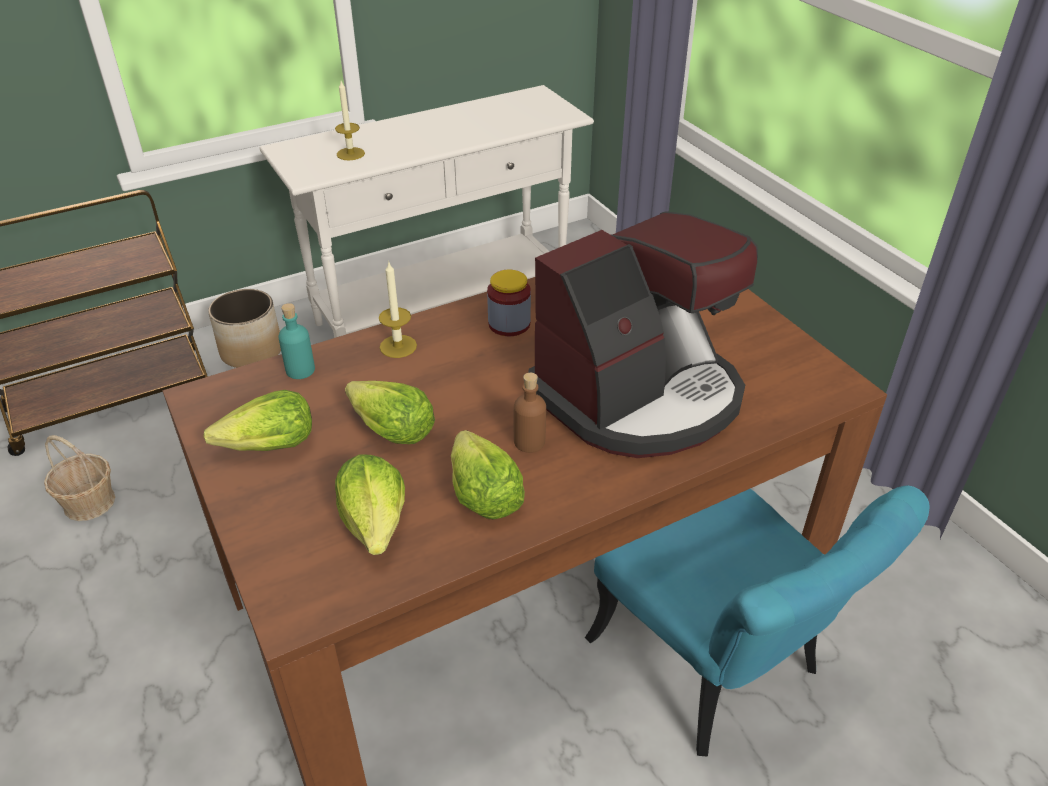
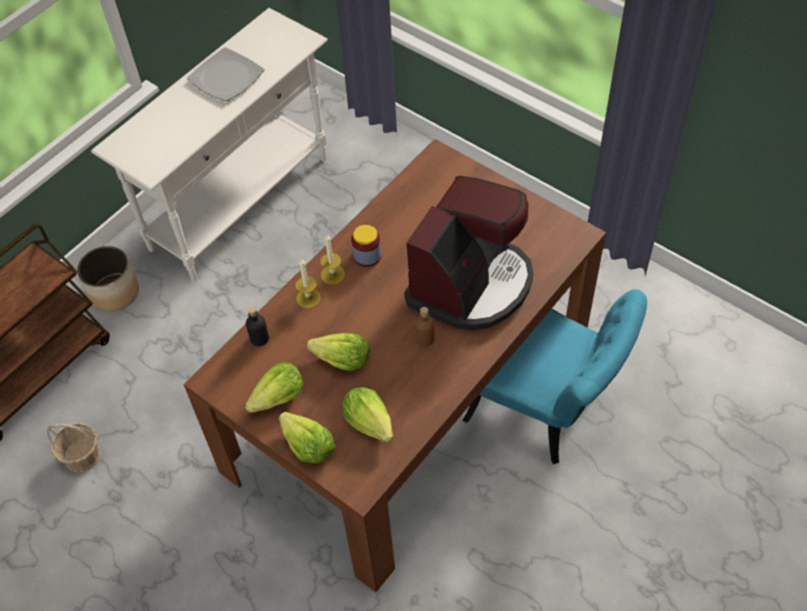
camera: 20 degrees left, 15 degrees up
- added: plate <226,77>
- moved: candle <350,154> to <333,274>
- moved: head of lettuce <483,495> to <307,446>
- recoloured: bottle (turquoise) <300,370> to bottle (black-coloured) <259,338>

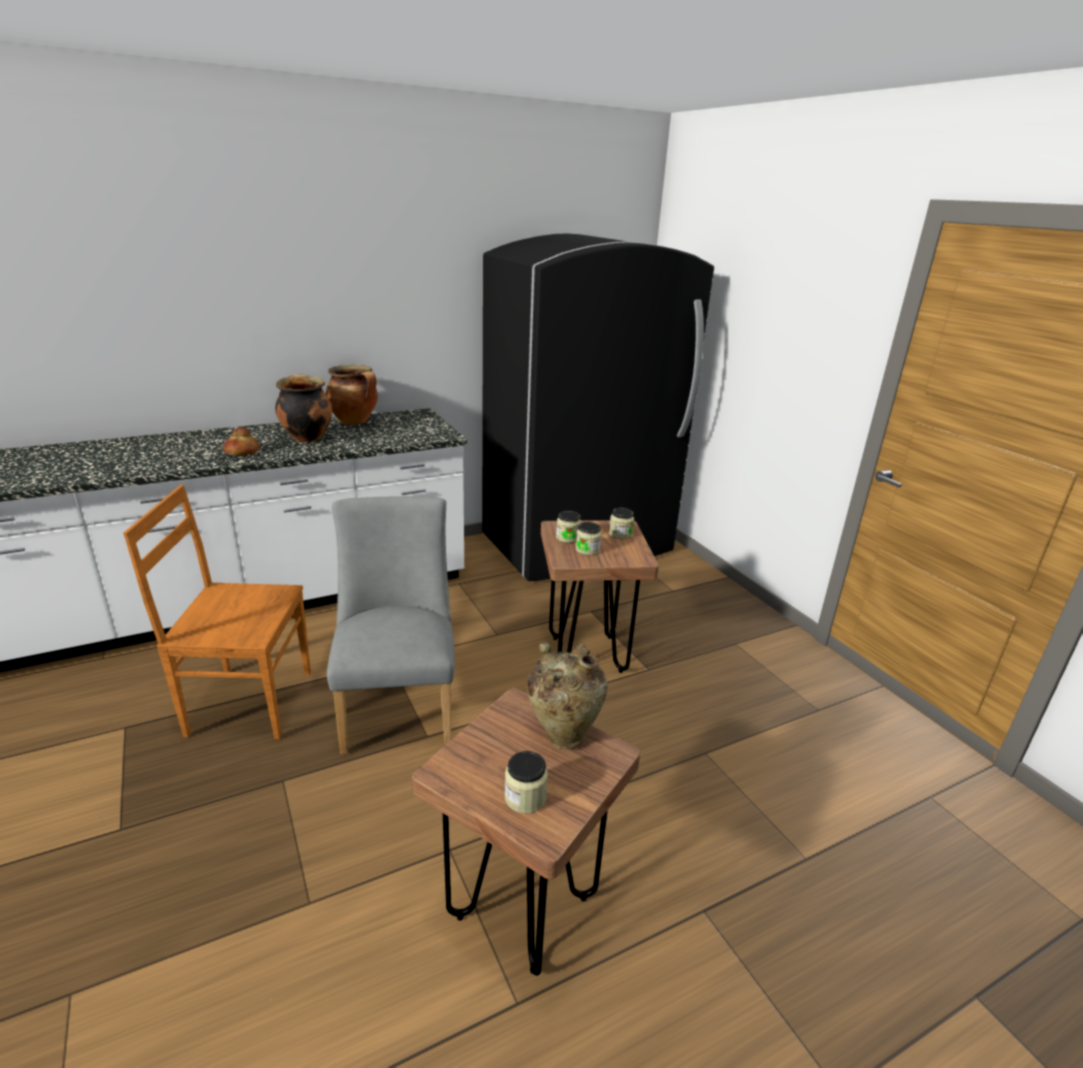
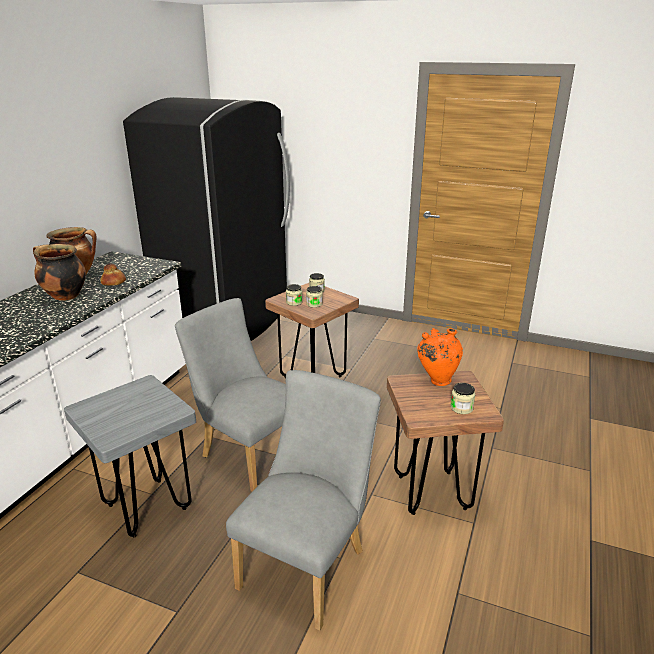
camera: 40 degrees left, 0 degrees up
- added: upright chair (grey) <308,563>
- moved: baked bread <241,452> to <113,282>
- replaced: upright chair (brownish) <247,702> to sitting stool (grey) <147,507>
- recoloured: flower vase (beige-coloured) <563,734> to flower vase (orange-coloured) <437,380>

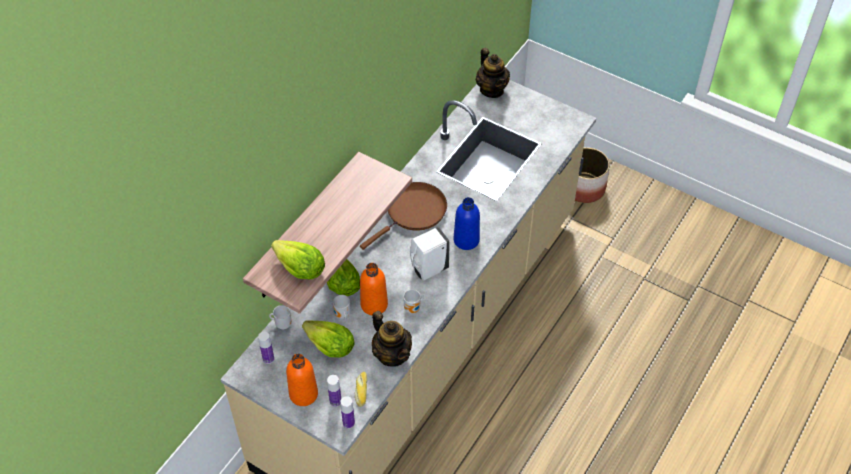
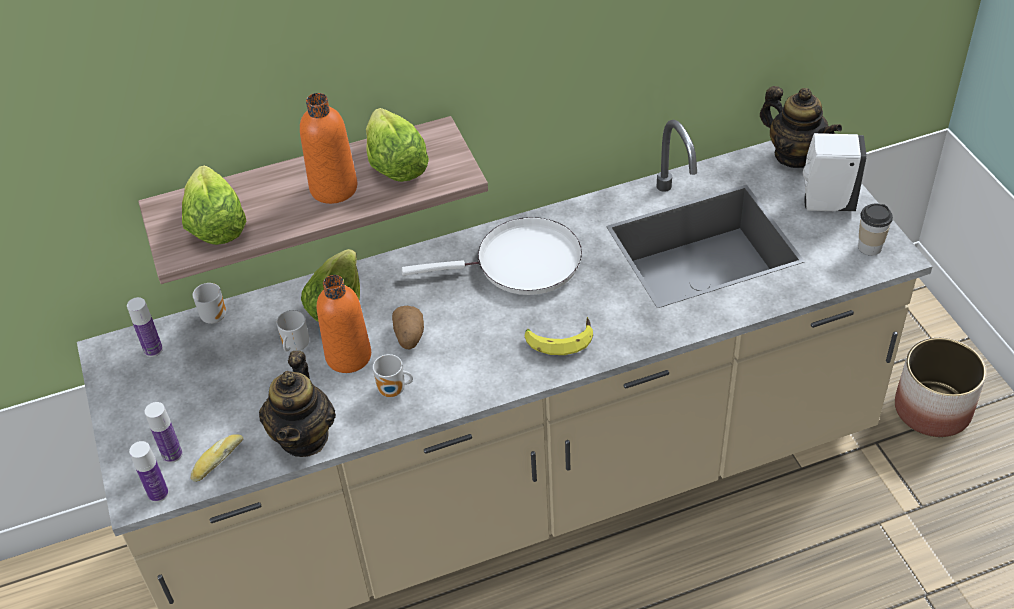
camera: 40 degrees right, 5 degrees down
- added: whole potato <409,337>
- added: drinking cup <869,247>
- moved: bottle (orange-coloured) <303,394> to <333,188>
- moved: head of lettuce <329,346> to <395,164>
- moved: soap dispenser (whitish) <428,270> to <825,203>
- replaced: bottle (blue-coloured) <466,240> to banana <559,338>
- recoloured: skillet (brownish) <413,212> to skillet (whitish) <521,263>
- turned: tea pot <492,90> = <795,155> 60 degrees counterclockwise

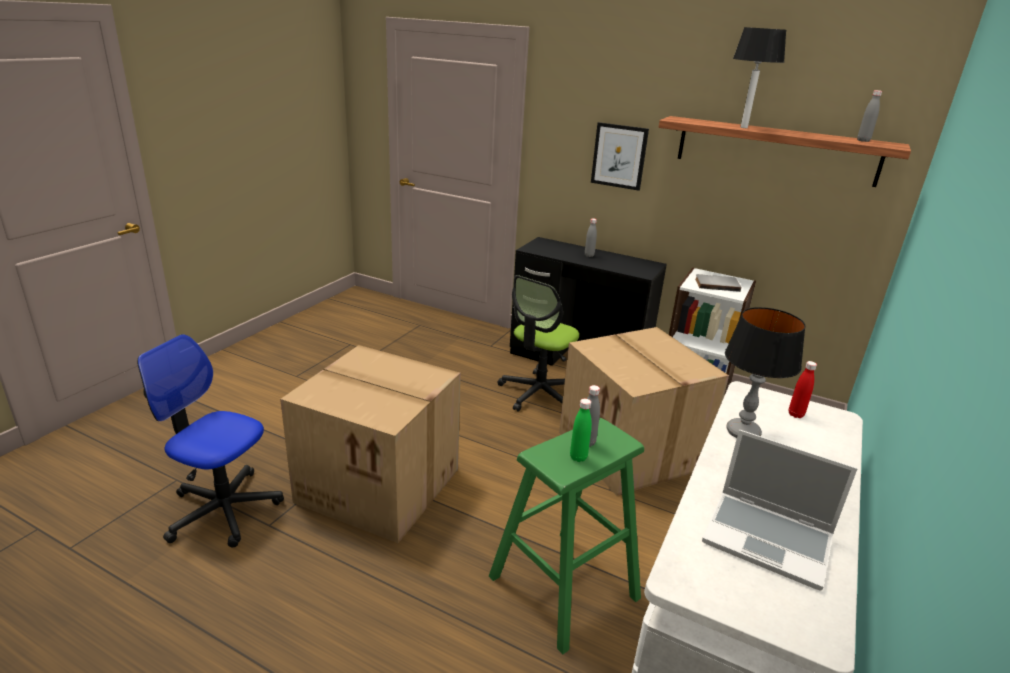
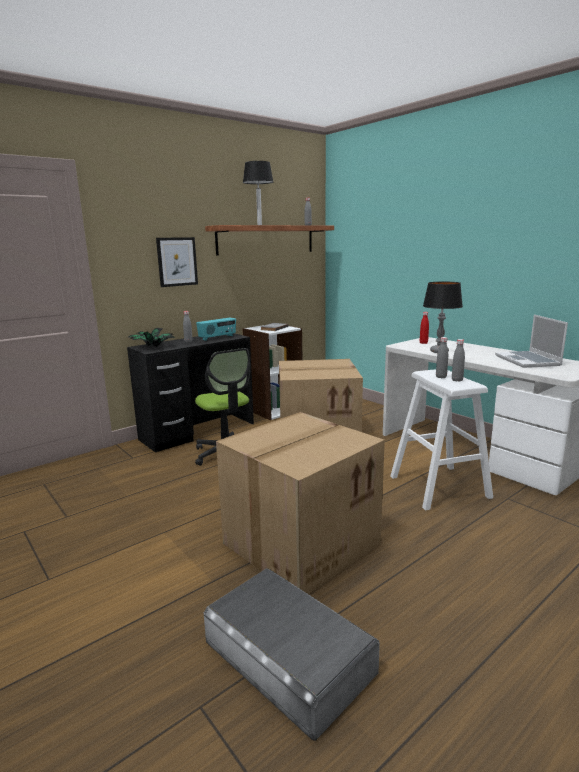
camera: 65 degrees left, 10 degrees down
- added: potted plant <152,347>
- added: radio <217,337>
- replaced: desk chair <223,509> to storage container (grey) <287,656>
- recoloured: sitting stool (green) <564,587> to sitting stool (whitish) <439,486>
- recoloured: bottle (green) <578,457> to bottle (grey) <457,380>
- turned: notebook computer <769,540> = <528,361> 120 degrees clockwise

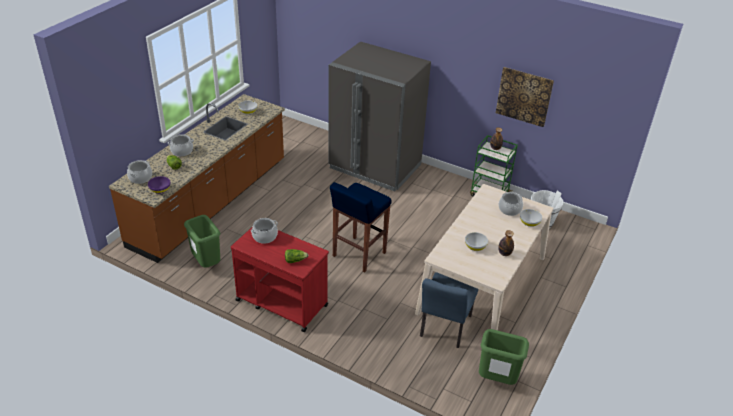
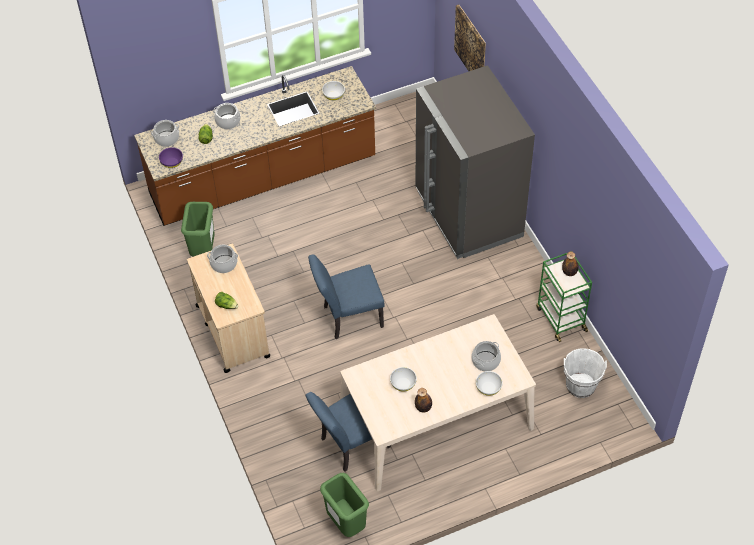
camera: 40 degrees right, 15 degrees up
- moved: picture <524,96> to <471,45>
- replaced: sitting stool (blue-coloured) <358,255> to upright chair (blue-coloured) <348,317>
- recoloured: cart (red) <281,302> to cart (beige-coloured) <232,330>

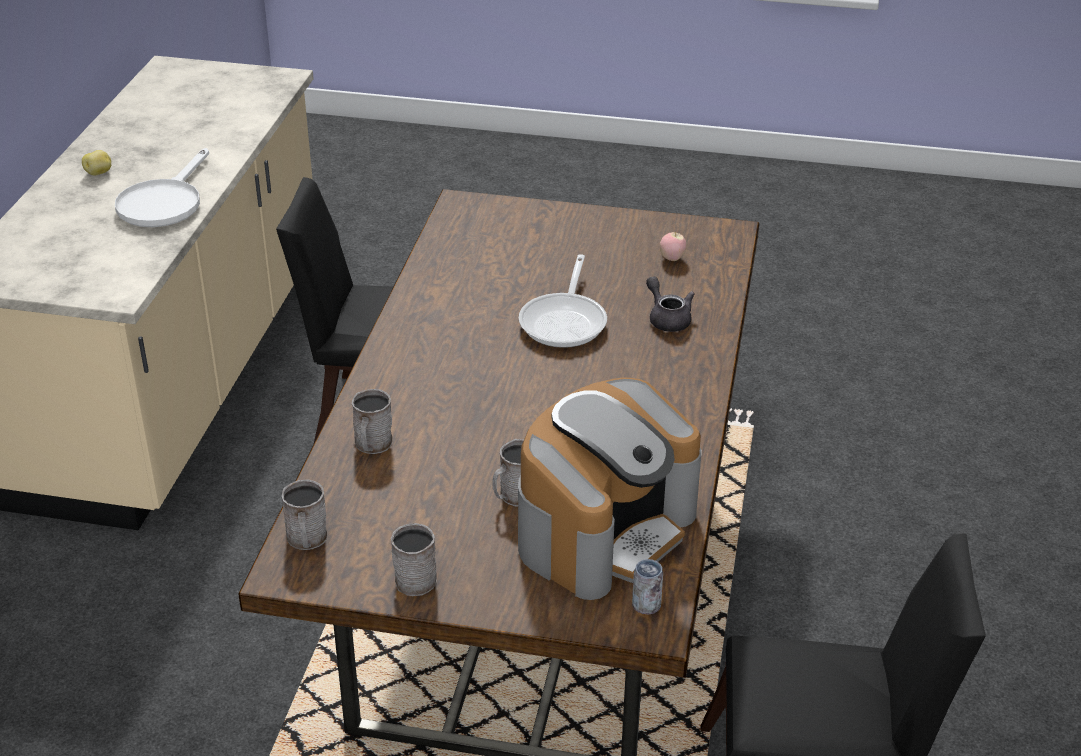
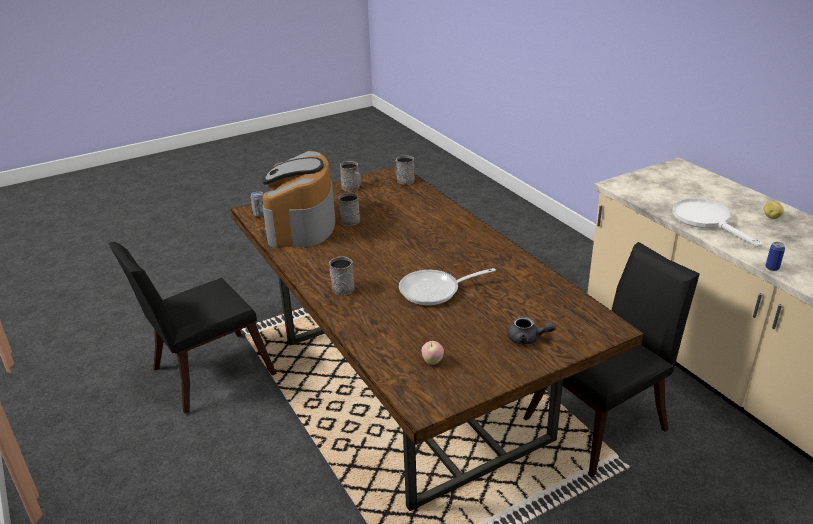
camera: 140 degrees right, 5 degrees down
- added: sealed can <772,268>
- moved: coffee mug (grey) <372,445> to <341,287>
- moved: tea pot (grey) <667,318> to <527,339>
- turned: skillet <565,321> = <435,291> 75 degrees counterclockwise

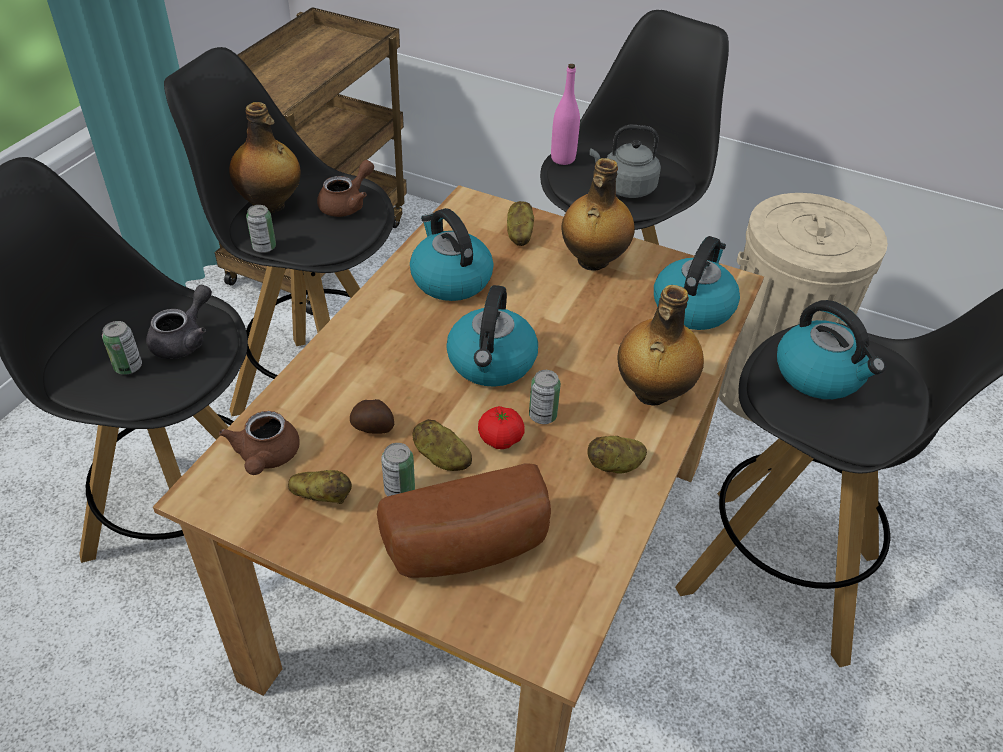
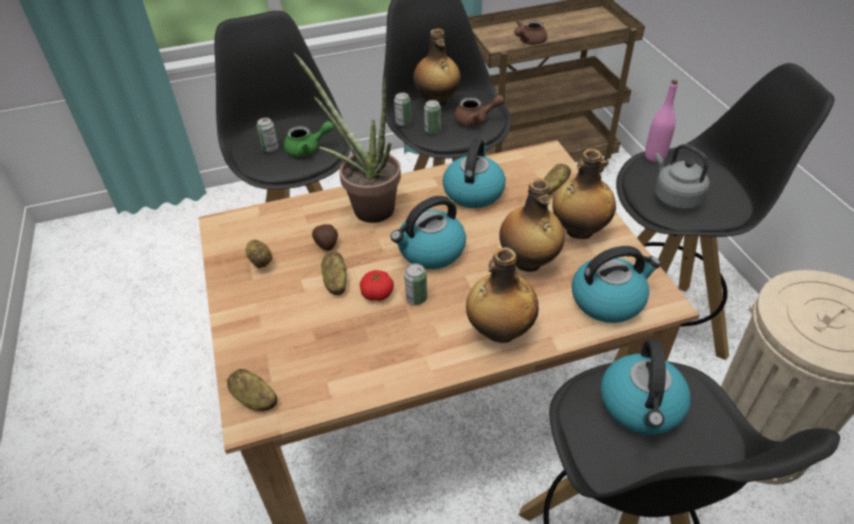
camera: 50 degrees right, 0 degrees up
- removed: baked bread <470,549>
- added: potted plant <366,206>
- added: bottle <528,262>
- moved: tea pot (brownish) <266,457> to <529,41>
- moved: sealed can <399,490> to <433,130>
- moved: whole potato <615,466> to <254,399>
- recoloured: tea pot (grey) <184,339> to tea pot (green) <307,149>

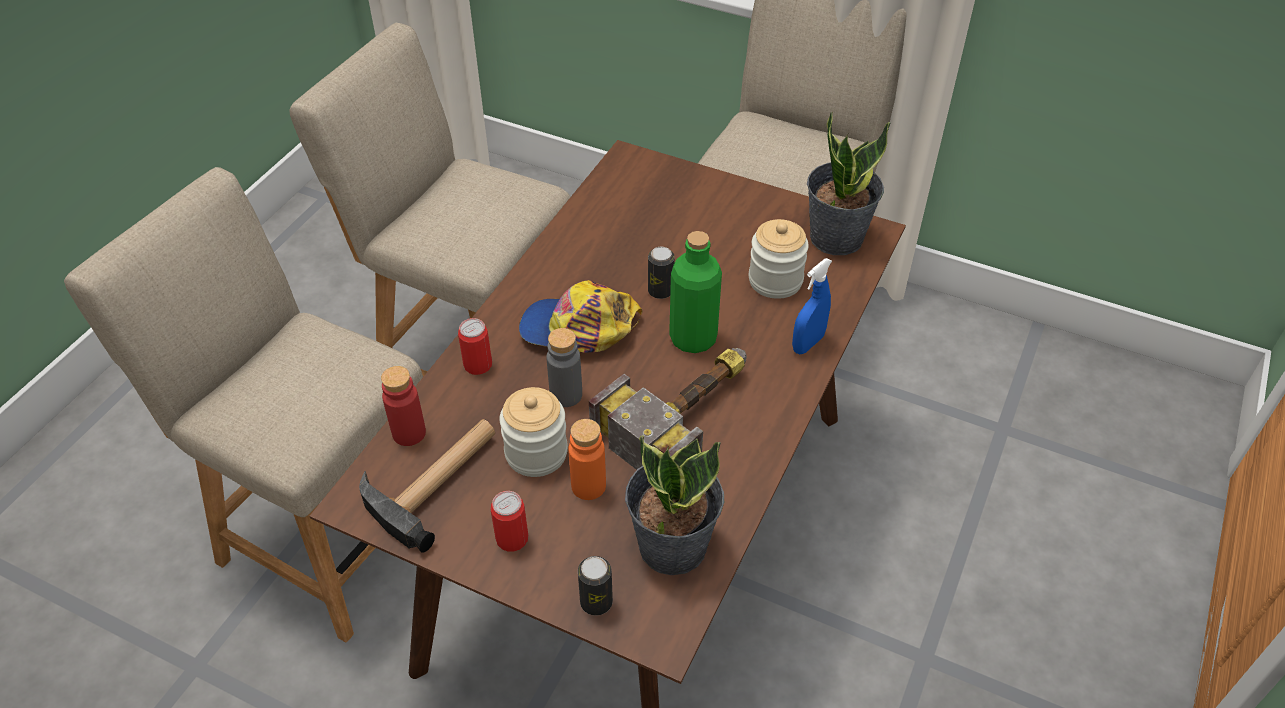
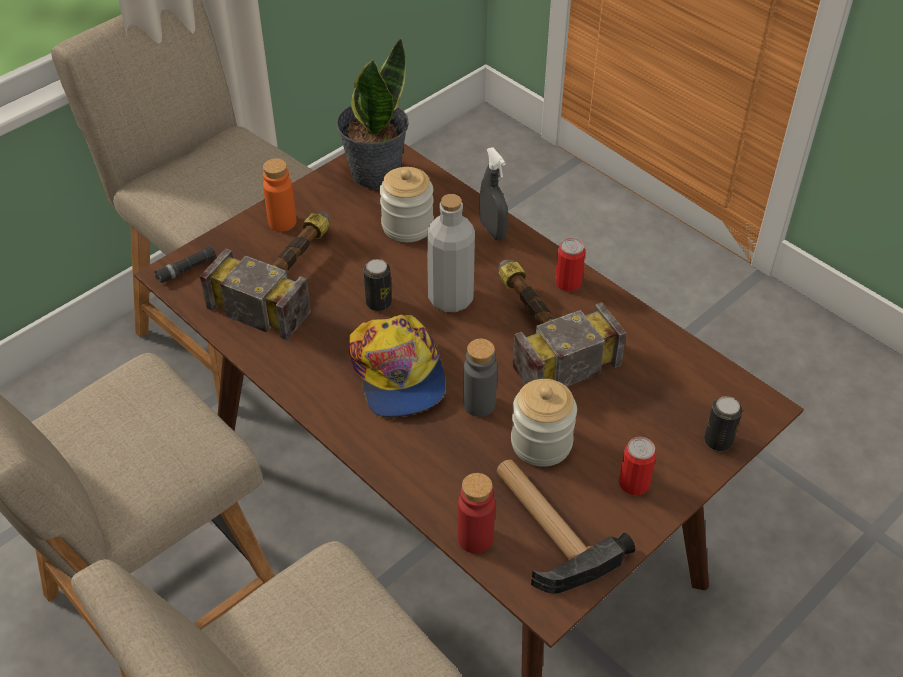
camera: 70 degrees left, 0 degrees up
- removed: potted plant <672,544>
- added: torch (black-coloured) <186,269>
- added: tool hammer <288,275>
- moved: sealed can <478,365> to <568,282>
- moved: bottle (orange-coloured) <588,486> to <282,222>
- recoloured: bottle (green) <693,338> to bottle (grey) <450,298>
- recoloured: spray bottle (blue-coloured) <808,343> to spray bottle (grey) <492,230>
- turned: peaked cap <579,329> = <397,373> 45 degrees counterclockwise

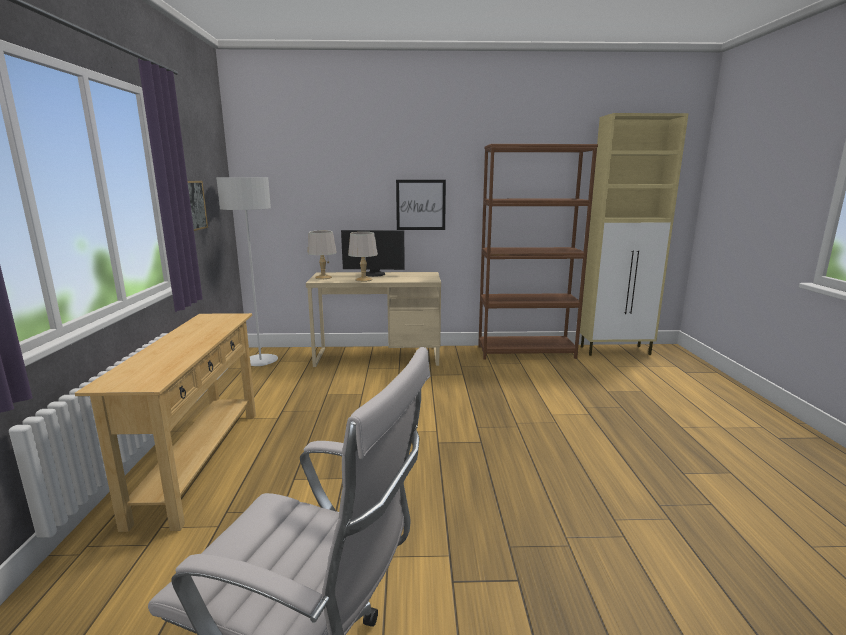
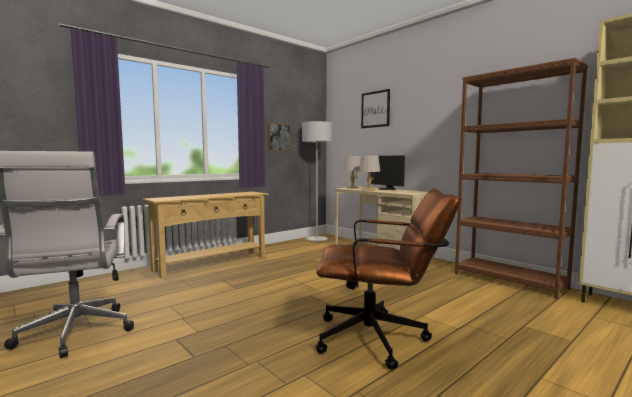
camera: 50 degrees right, 10 degrees down
- added: desk chair (brownish) <381,339>
- moved: picture <420,205> to <375,109>

